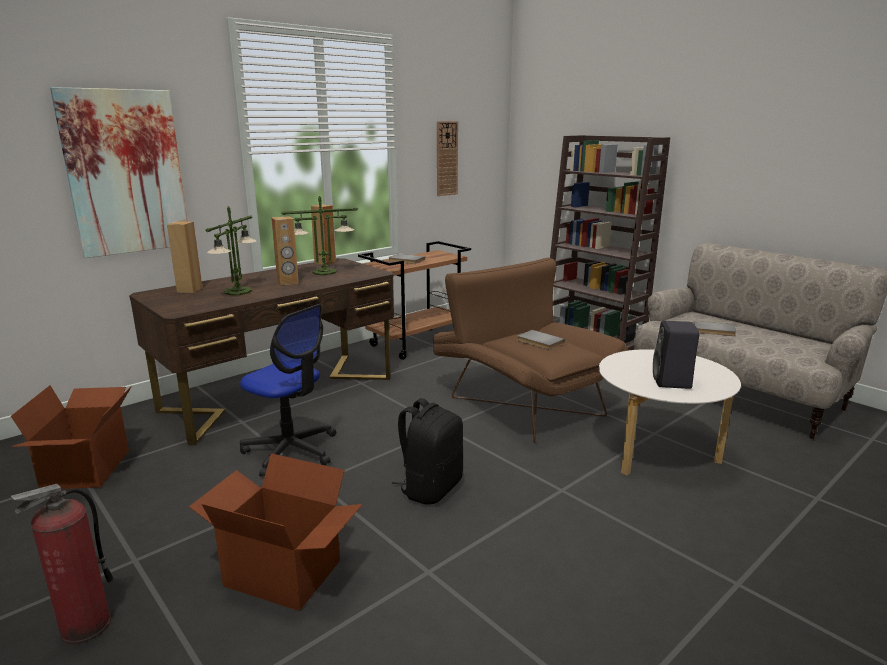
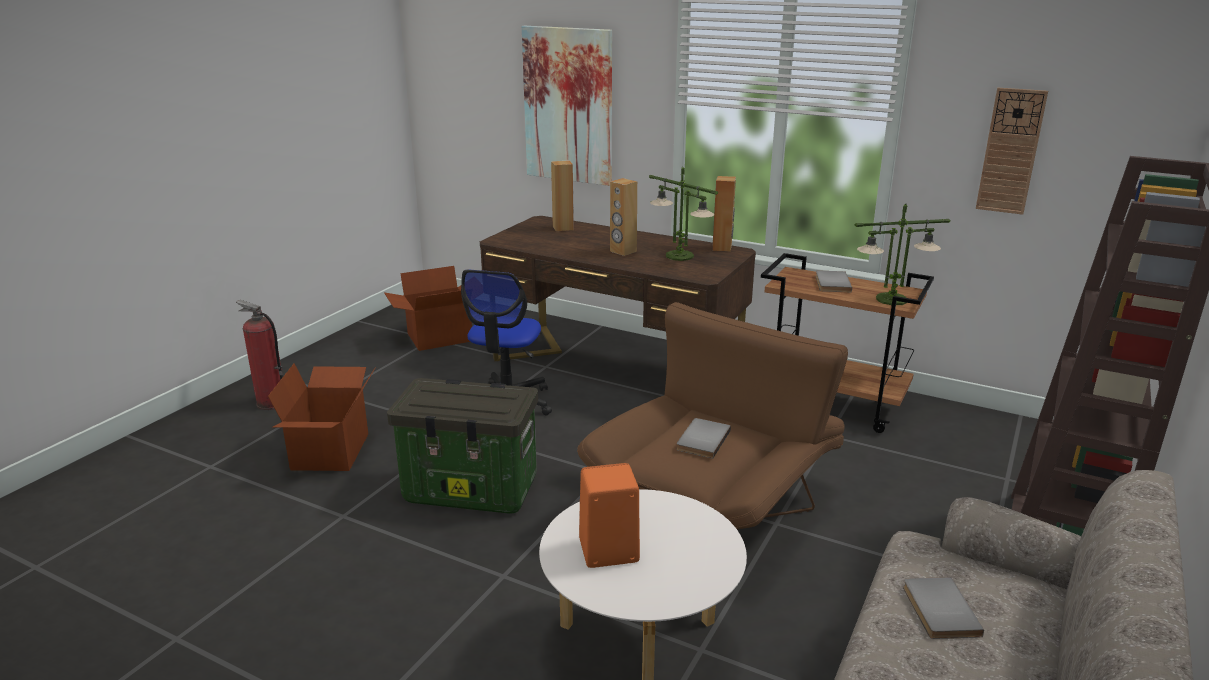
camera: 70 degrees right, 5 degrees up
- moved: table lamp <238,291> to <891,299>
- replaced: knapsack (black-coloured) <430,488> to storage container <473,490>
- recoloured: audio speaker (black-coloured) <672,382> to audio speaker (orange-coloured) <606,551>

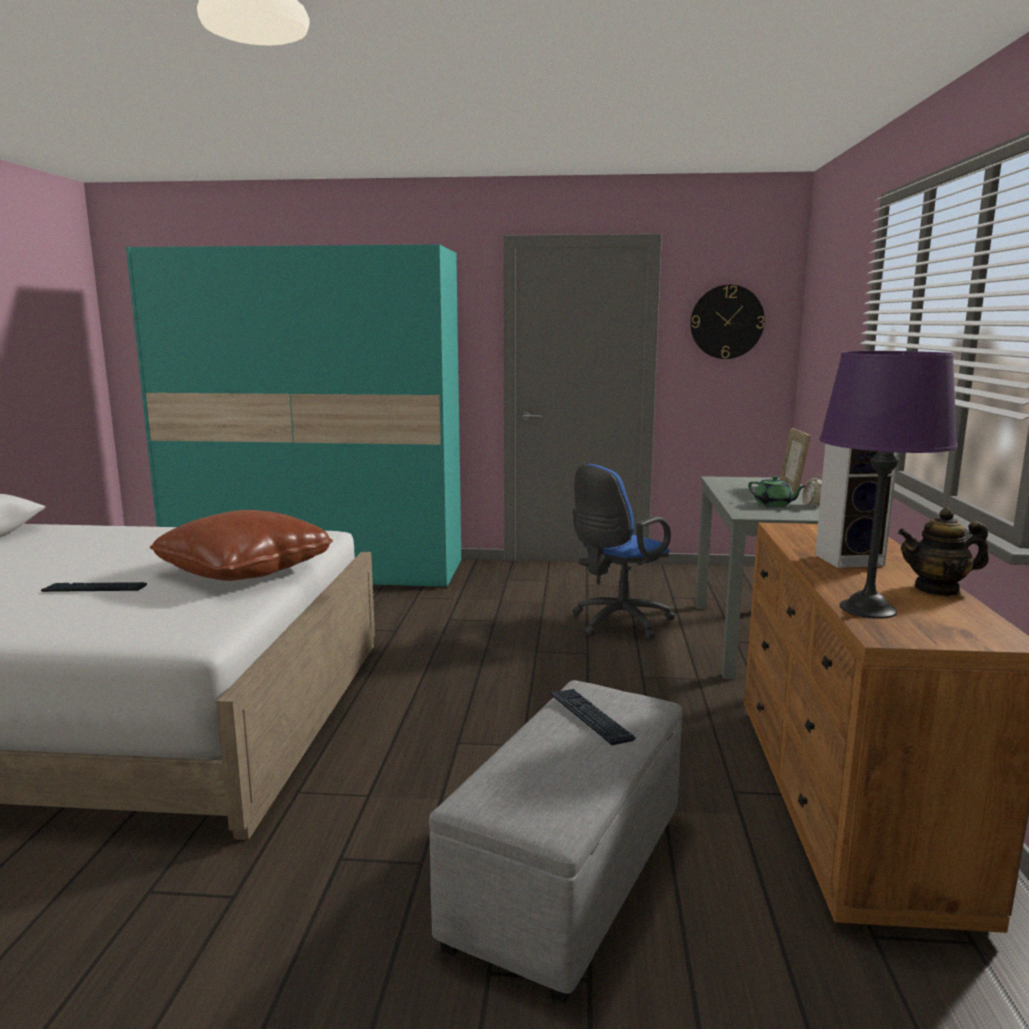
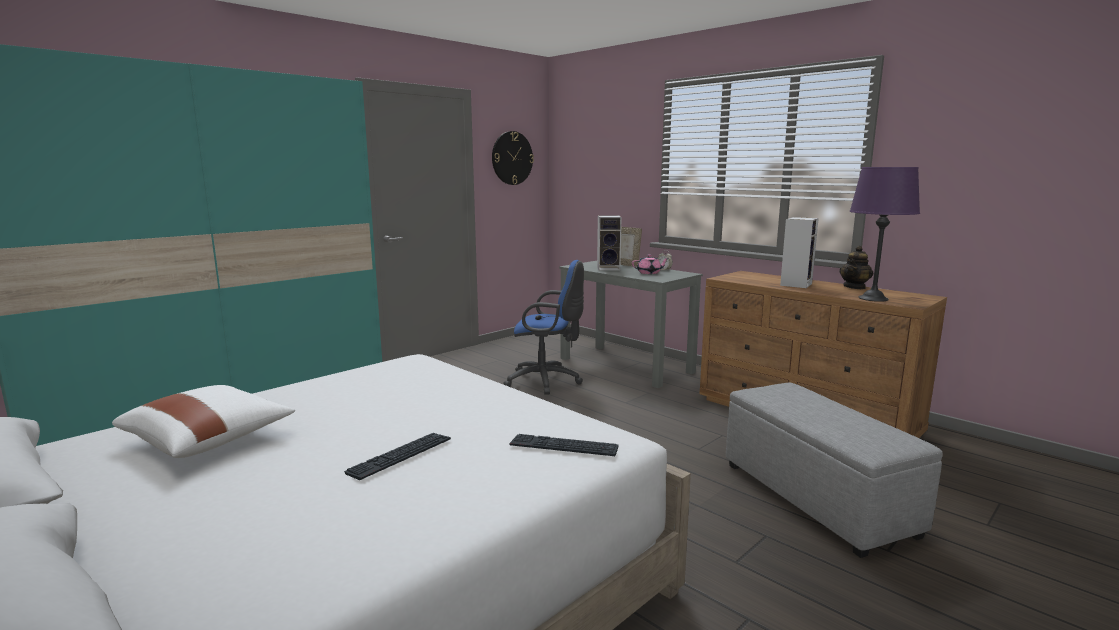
camera: 50 degrees left, 0 degrees up
- removed: pillow (brownish) <245,570>
- added: pillow (whitish) <209,440>
- added: audio speaker <609,268>
- moved: keyboard <590,717> to <564,447>
- recoloured: tea pot (green) <774,504> to tea pot (pink) <649,273>
- turned: desk chair (blue-coloured) <617,623> = <547,381> 75 degrees counterclockwise

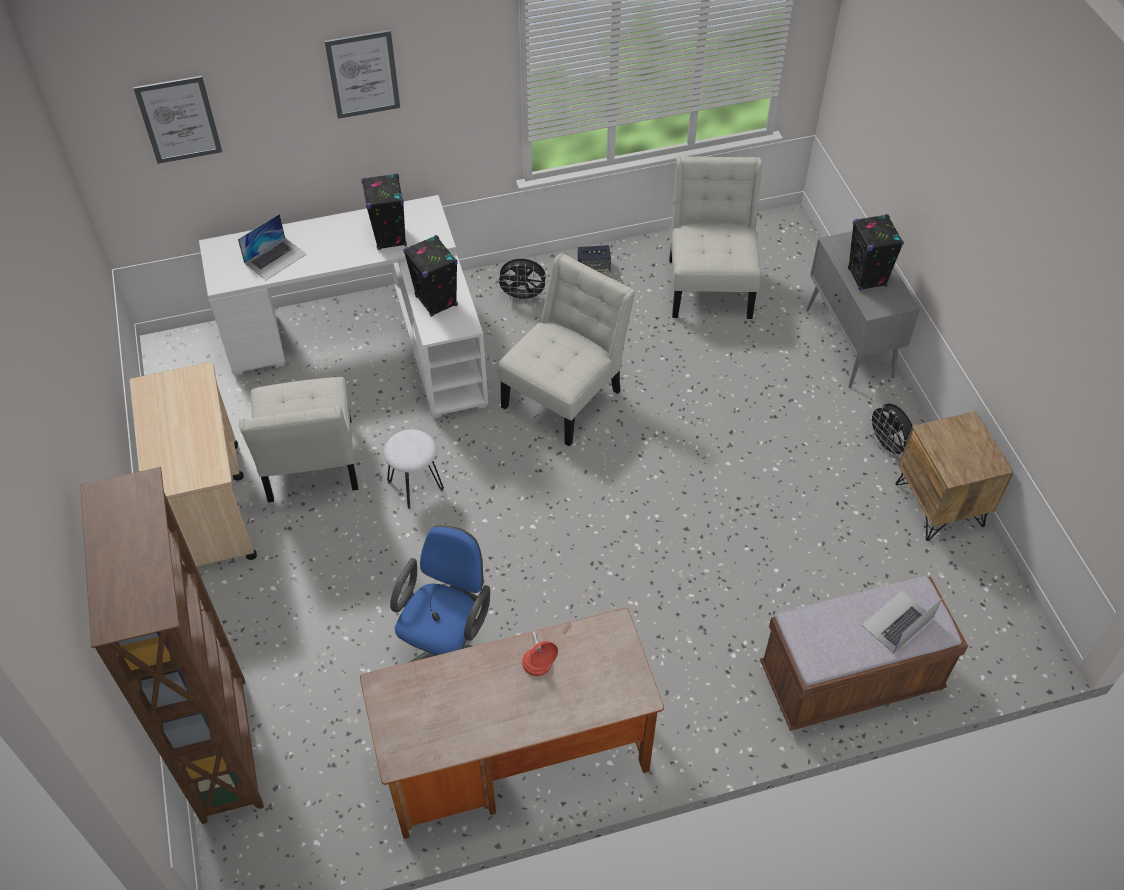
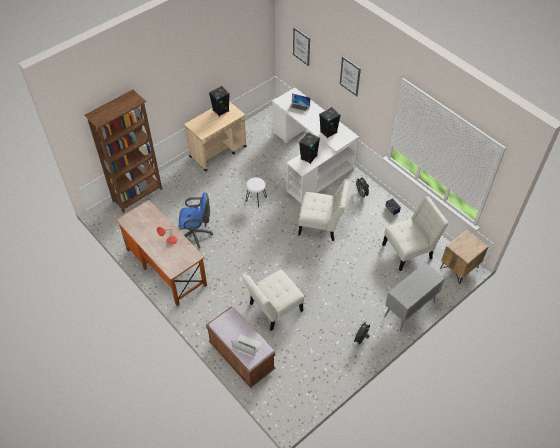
camera: 65 degrees right, 0 degrees up
- moved: upright chair (whitish) <310,466> to <273,309>
- moved: audio speaker (black-coloured) <867,278> to <220,111>
- moved: night table (brownish) <940,505> to <459,268>

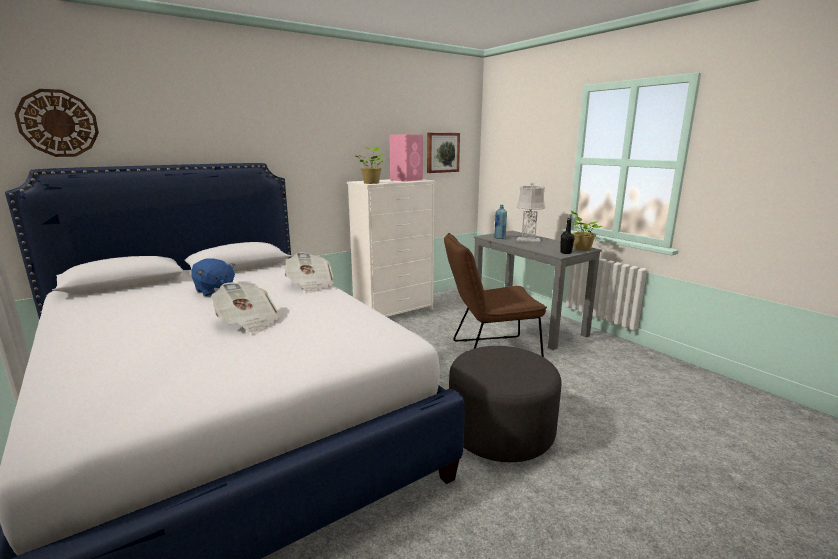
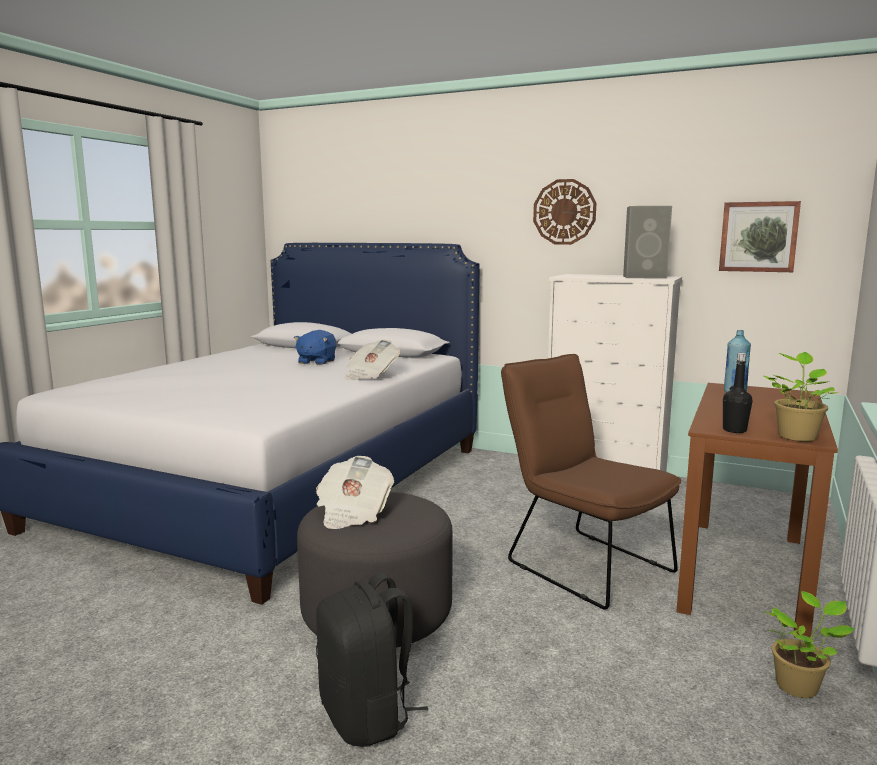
camera: 60 degrees right, 5 degrees down
- removed: table lamp (grey) <528,240>
- added: knapsack (black-coloured) <367,716>
- moved: wall clock <58,123> to <564,212>
- moved: printed paper <248,323> to <352,513>
- moved: potted plant <371,183> to <799,686>
- recoloured: audio speaker (pink) <407,180> to audio speaker (grey) <645,277>
- recoloured: desk table (grey) <527,324> to desk table (brownish) <744,572>

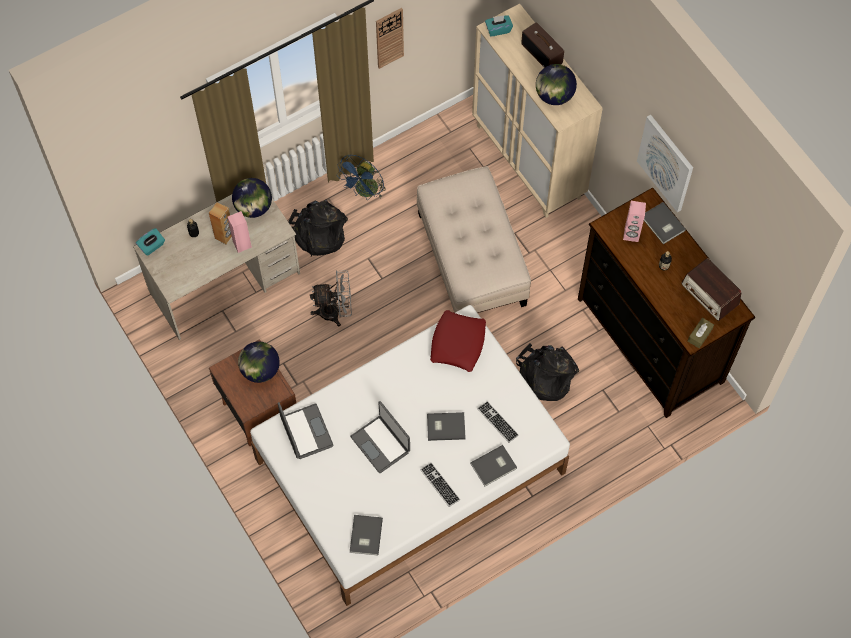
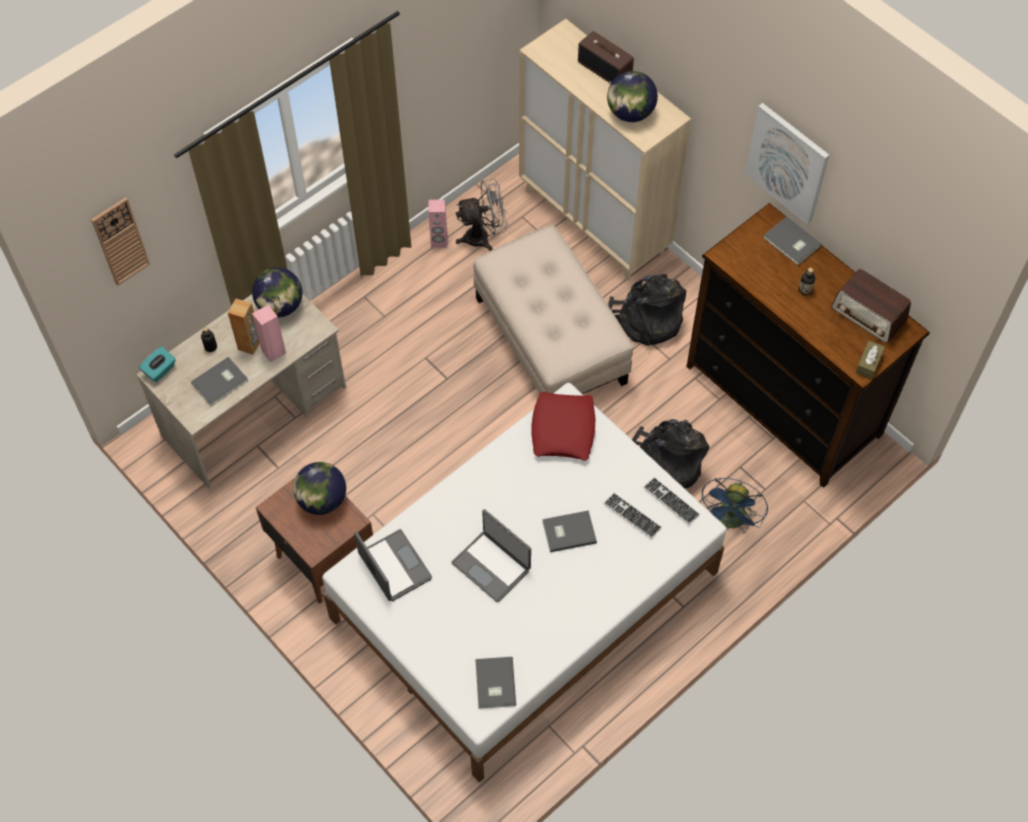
camera: 10 degrees left, 5 degrees down
- removed: tissue box (turquoise) <498,29>
- moved: knapsack (black-coloured) <318,233> to <646,320>
- moved: cooling fan (grey) <335,312> to <483,237>
- moved: cooling fan (blue-coloured) <364,192> to <730,522>
- moved: wall clock <389,37> to <120,241>
- moved: keyboard <440,485> to <671,501>
- moved: volume (grey) <494,466> to <221,382>
- moved: audio speaker (pink) <631,235> to <439,242>

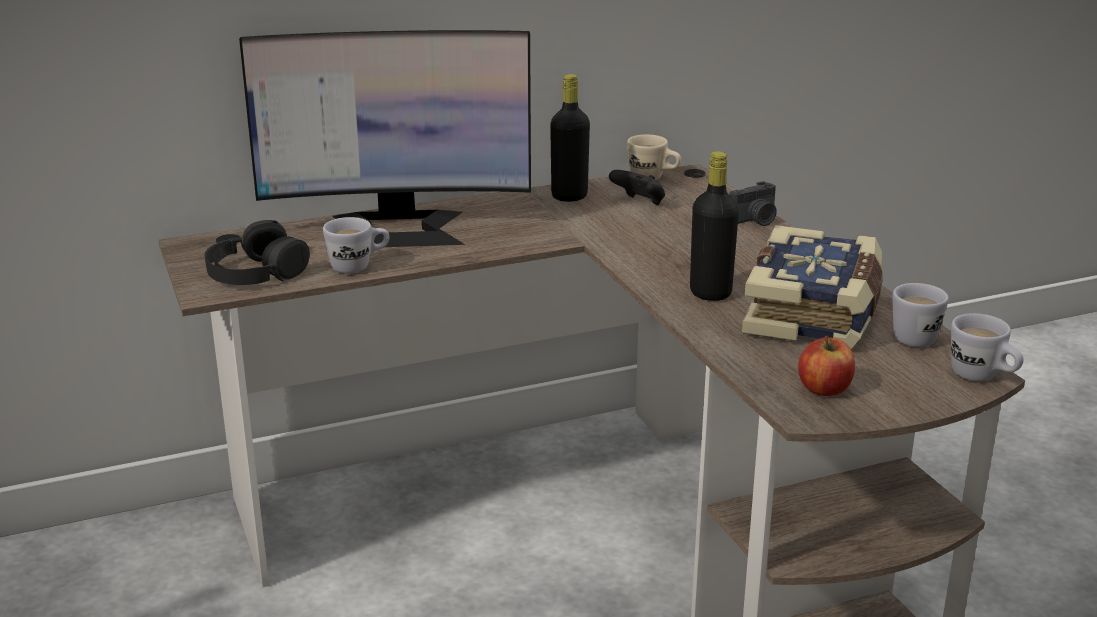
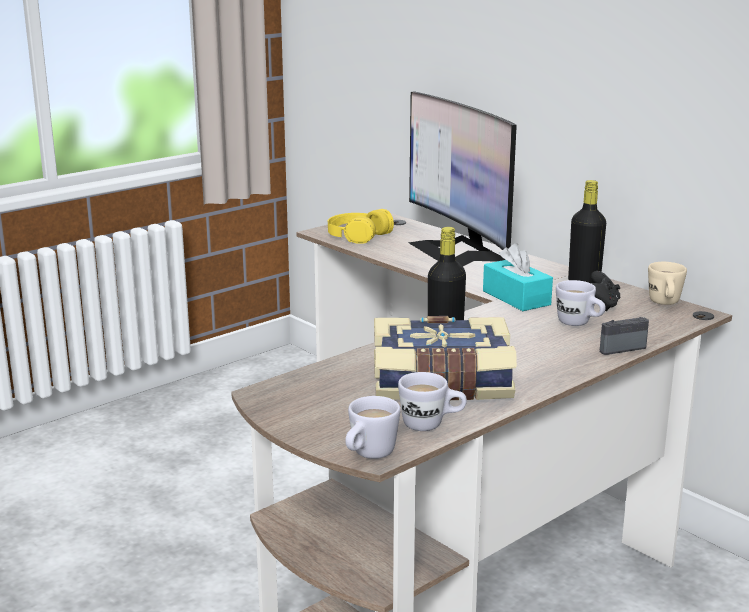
camera: 70 degrees right, 5 degrees down
- removed: apple <824,389>
- added: tissue box (turquoise) <516,298>
- moved: coffee mug (whitish) <359,266> to <579,324>
- recoloured: headset (black-coloured) <255,272> to headset (yellow) <358,235>
- turned: still camera <755,221> = <618,347> 120 degrees clockwise

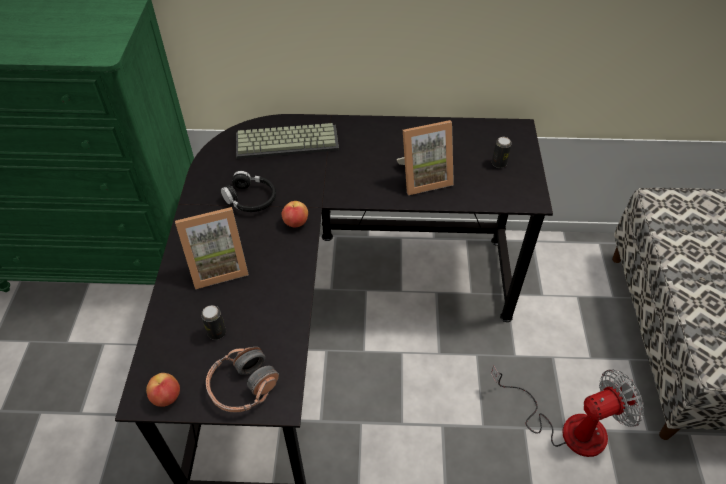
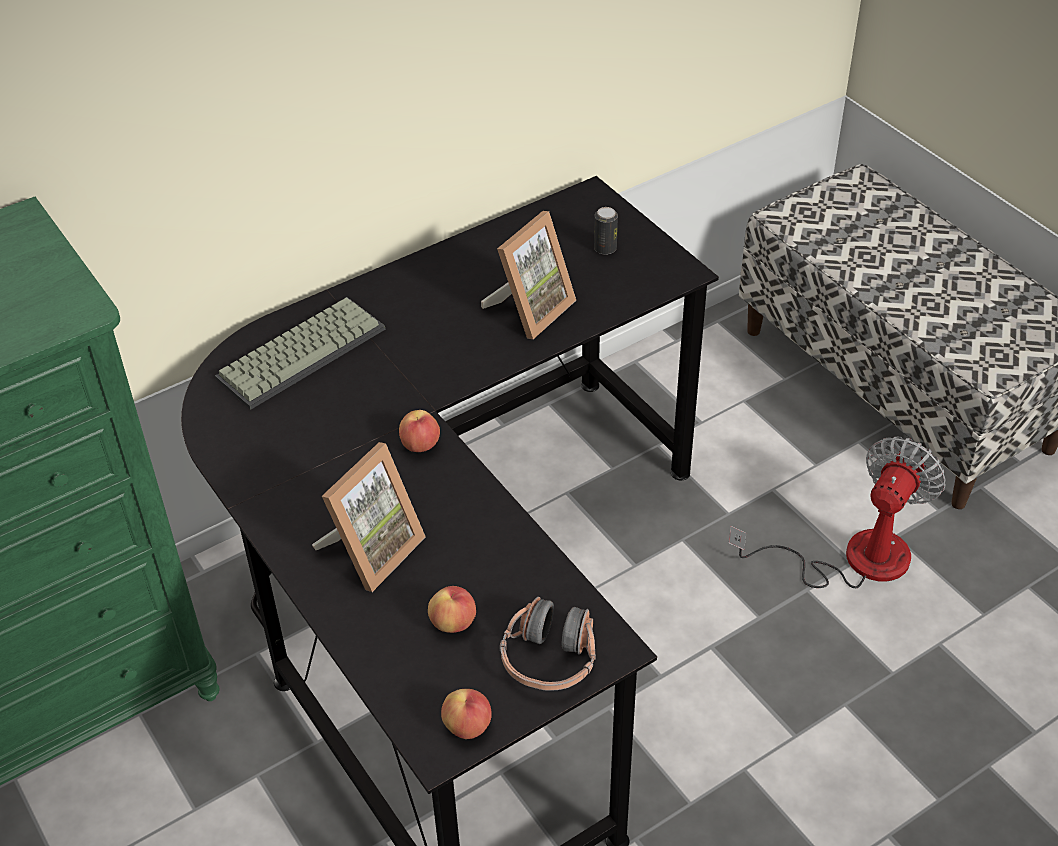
camera: 35 degrees left, 5 degrees down
- removed: headset (black-coloured) <251,199>
- replaced: sealed can <217,332> to apple <453,622>

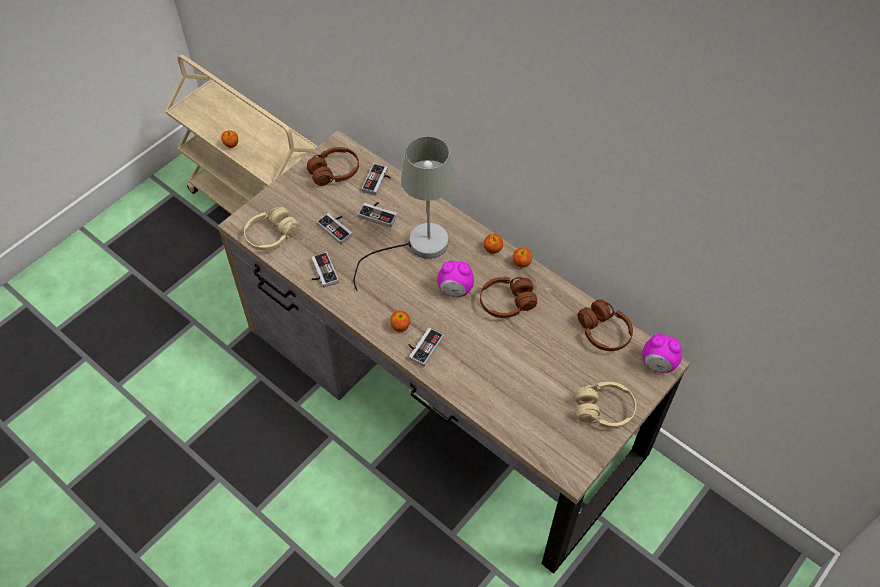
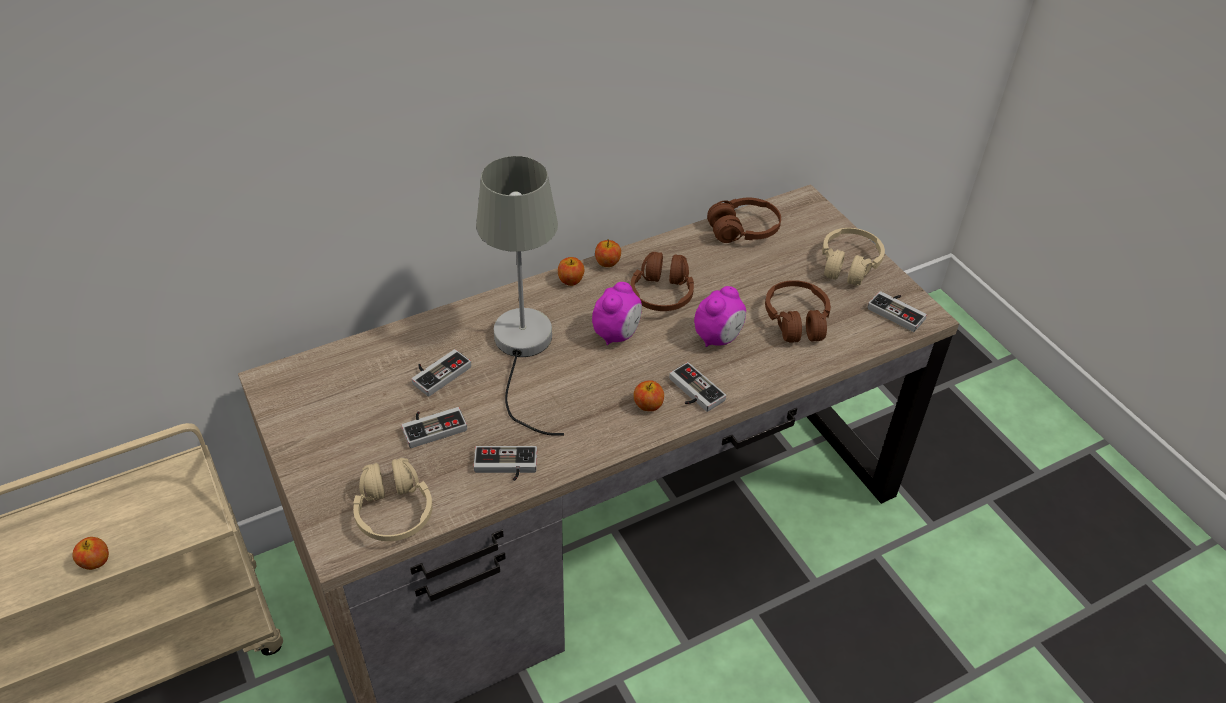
camera: 70 degrees left, 10 degrees down
- moved: headset (brownish) <334,172> to <796,320>
- moved: gamepad <378,182> to <898,311>
- moved: alarm clock <658,364> to <718,338>

